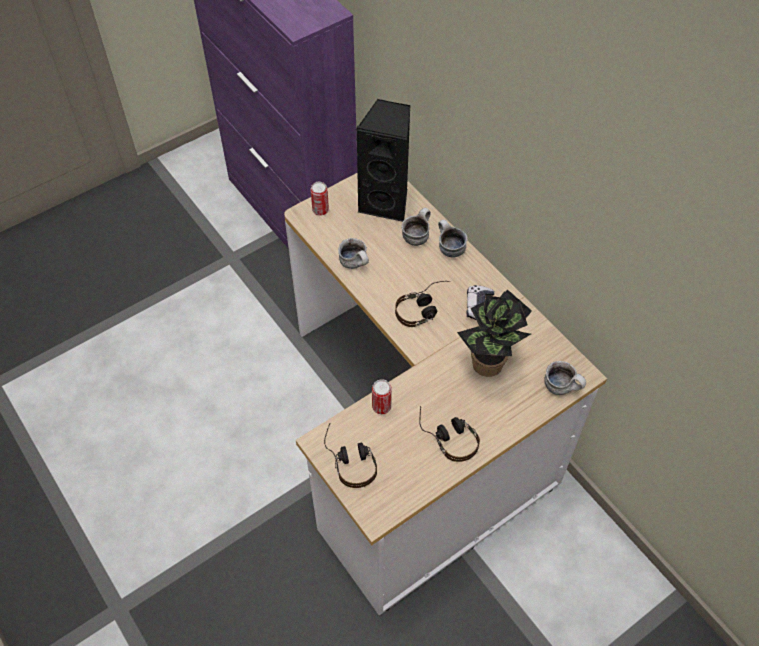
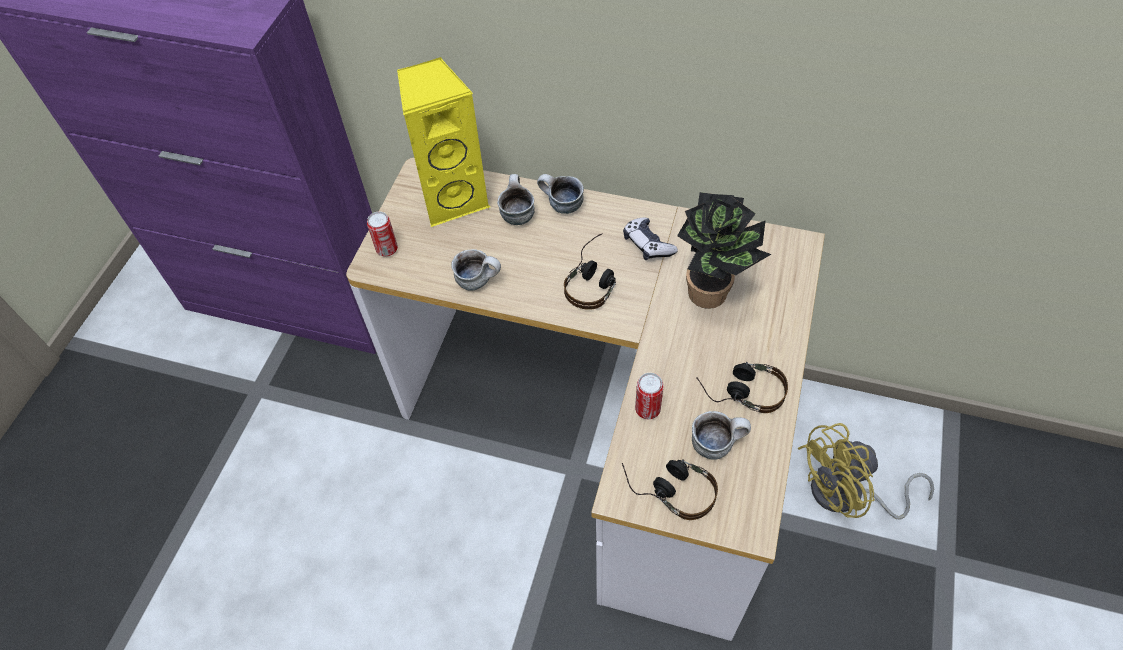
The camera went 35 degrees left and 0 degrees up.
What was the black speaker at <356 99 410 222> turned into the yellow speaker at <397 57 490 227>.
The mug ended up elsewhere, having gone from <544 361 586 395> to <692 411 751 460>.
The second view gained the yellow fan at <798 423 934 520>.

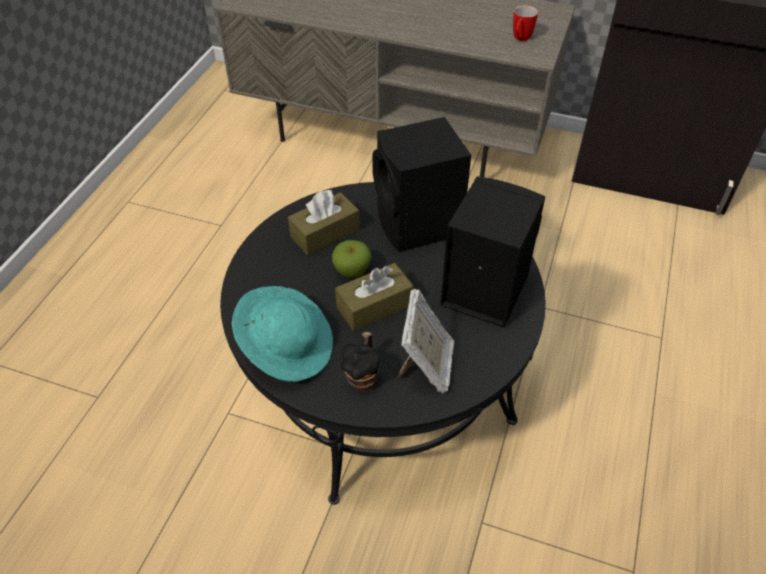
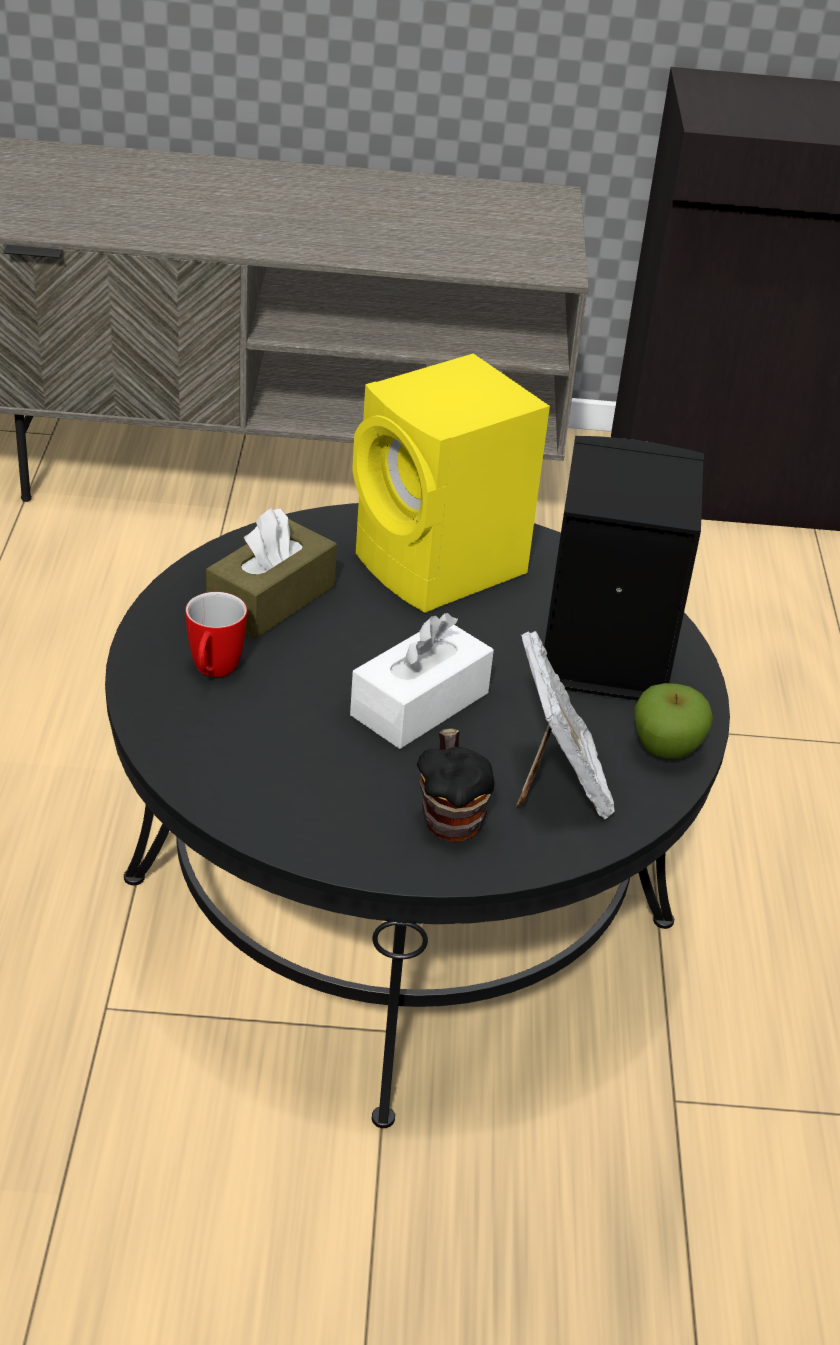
The camera went 20 degrees left and 10 degrees down.
The second view lost the turquoise hat at <232 286 333 381>.
The apple ended up elsewhere, having gone from <332 240 372 278> to <634 683 713 759>.
What was the brown tissue box at <335 263 414 331> turned into the white tissue box at <350 613 494 749>.
What was the black speaker at <372 117 471 252> turned into the yellow speaker at <352 353 550 613>.
The mug ended up elsewhere, having gone from <513 5 538 41> to <185 592 247 677>.

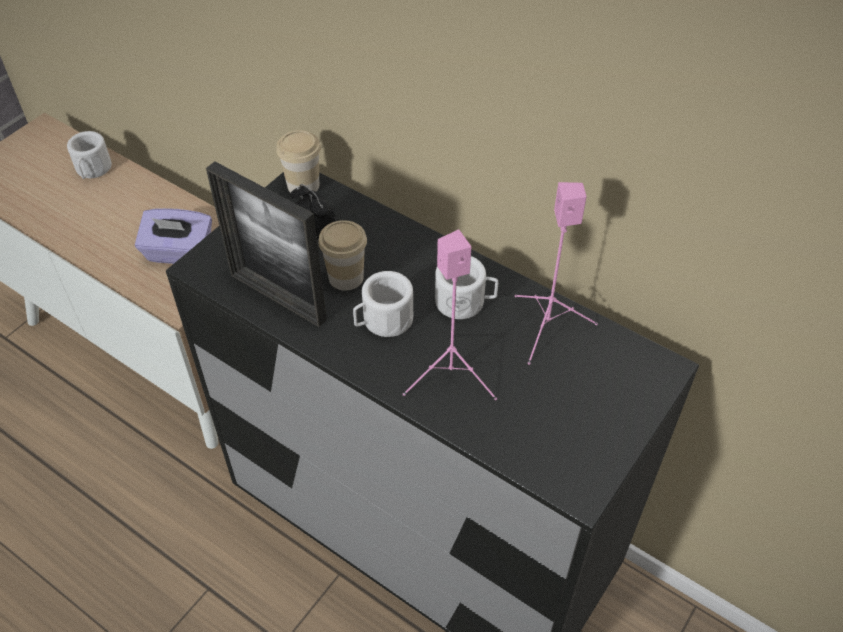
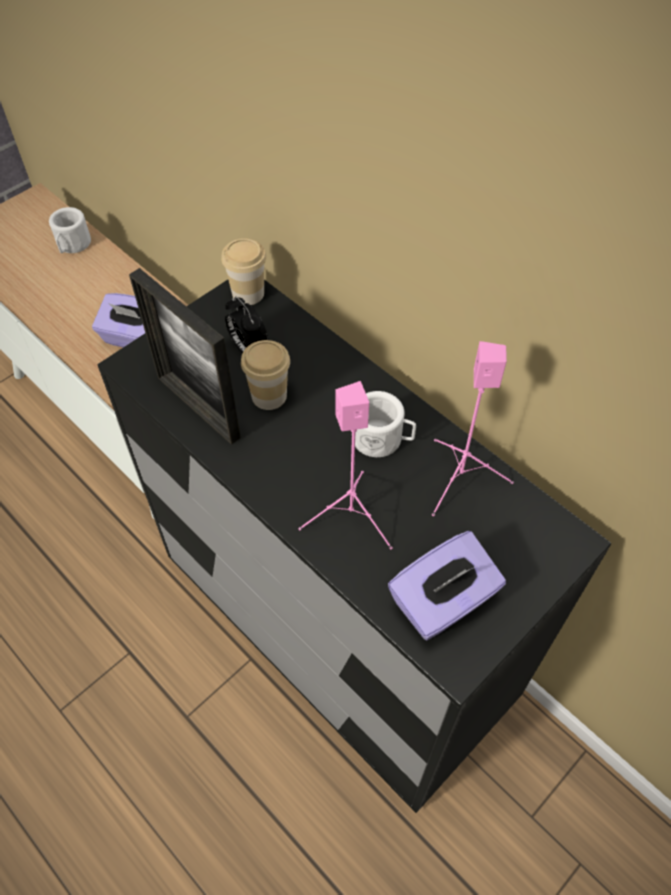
The camera went 10 degrees right and 5 degrees up.
The second view lost the white mug at <353 271 413 337>.
The second view gained the purple tissue box at <388 531 506 640>.

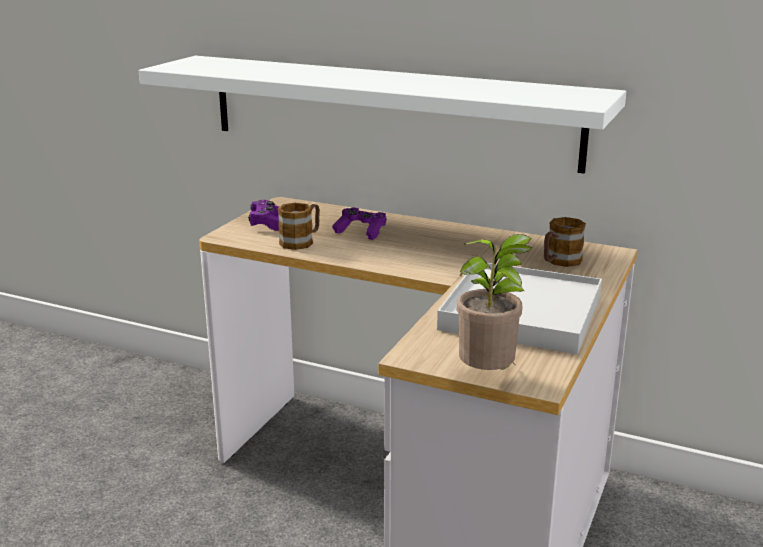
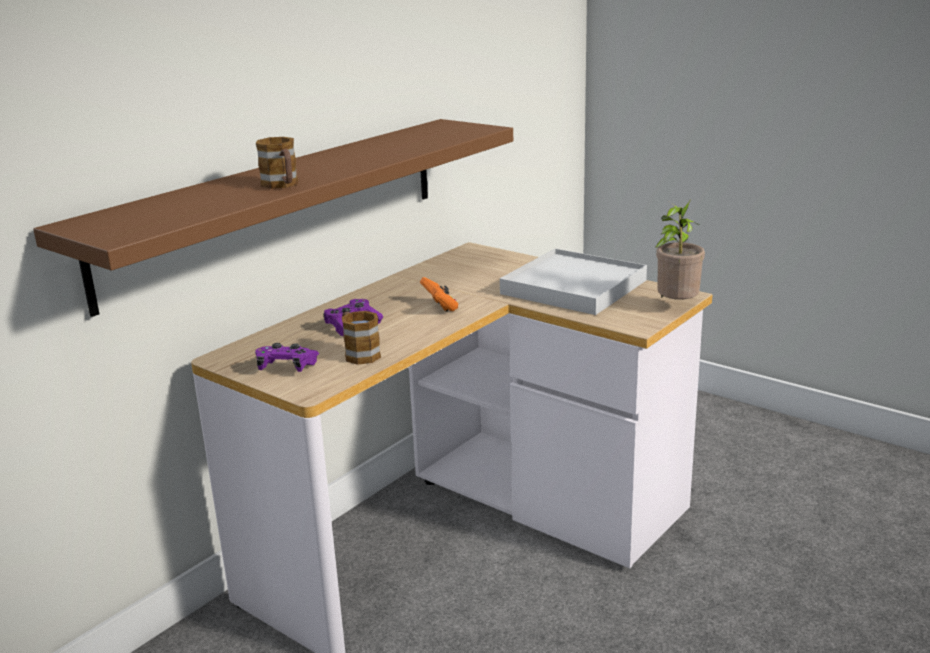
The camera went 75 degrees left and 0 degrees up.
What was the white shelf at <139 56 627 174> turned into the brown shelf at <33 119 513 317>.
The mug ended up elsewhere, having gone from <544 217 586 267> to <256 137 298 189>.
The second view gained the orange game controller at <420 277 458 312>.

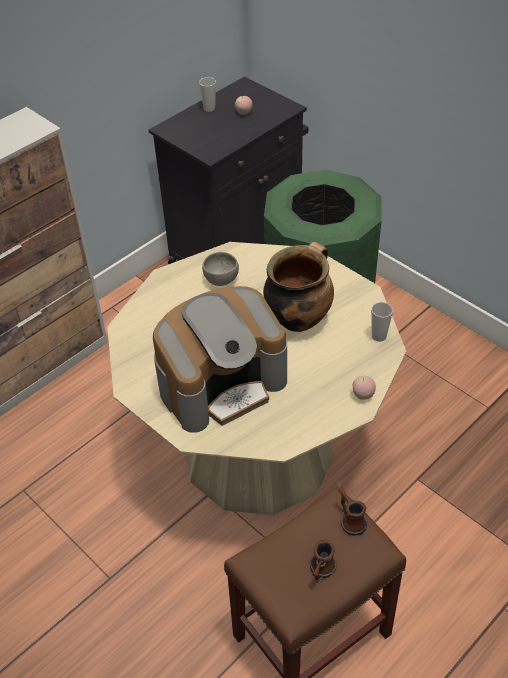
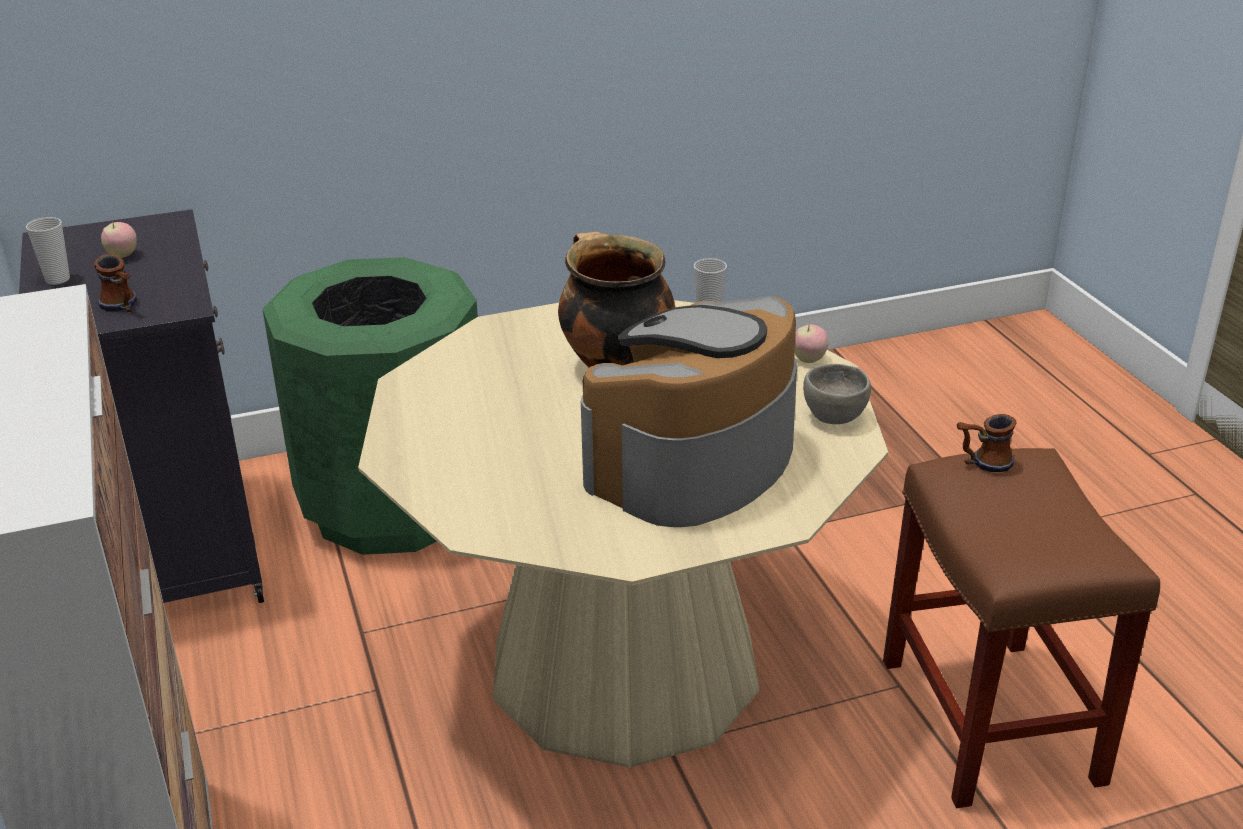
The camera went 65 degrees left and 15 degrees down.
The coffee machine at <153 286 287 433> ended up facing another way, 135 degrees counterclockwise from before.
The grey bowl ended up elsewhere, having gone from <202 252 239 286> to <803 364 871 424>.
The mug ended up elsewhere, having gone from <310 540 336 583> to <93 254 137 312>.

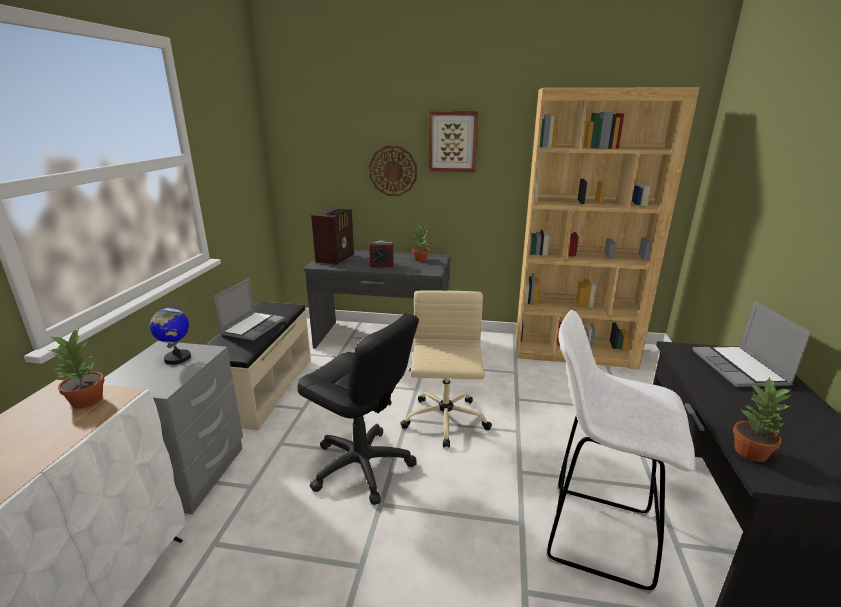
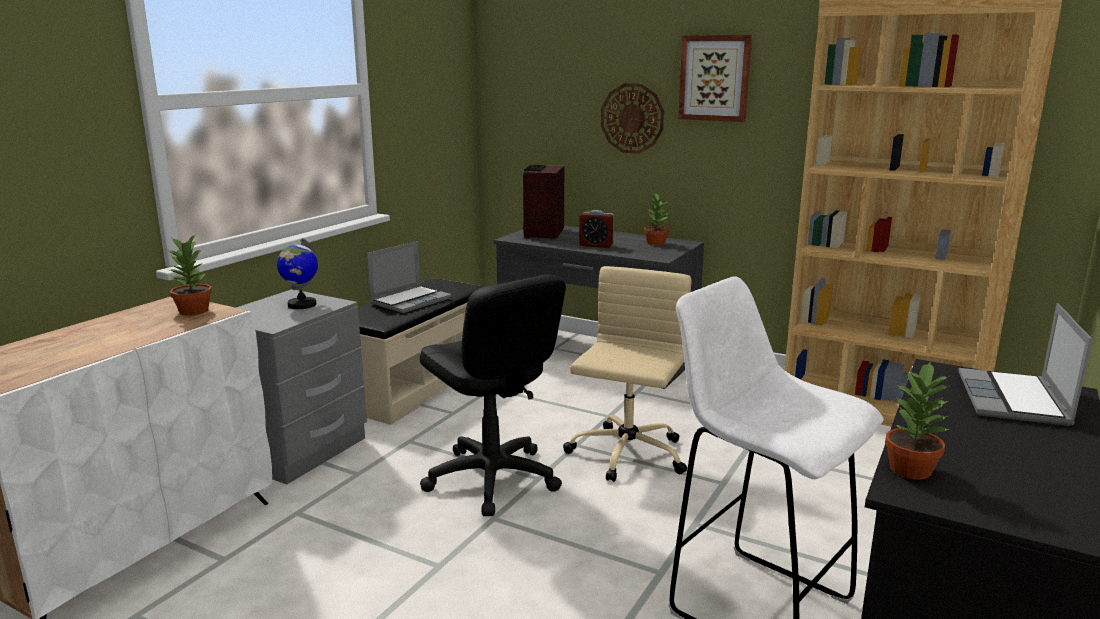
The camera went 20 degrees right and 5 degrees down.
The radio at <311 208 354 265> ended up facing another way, 150 degrees clockwise from before.

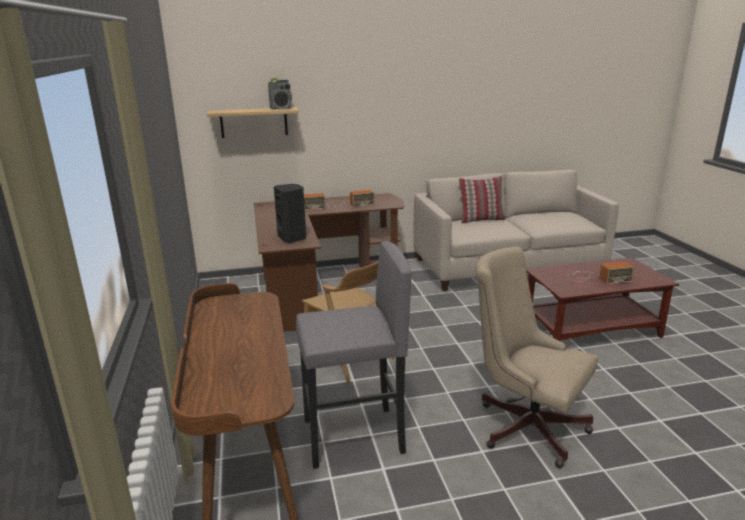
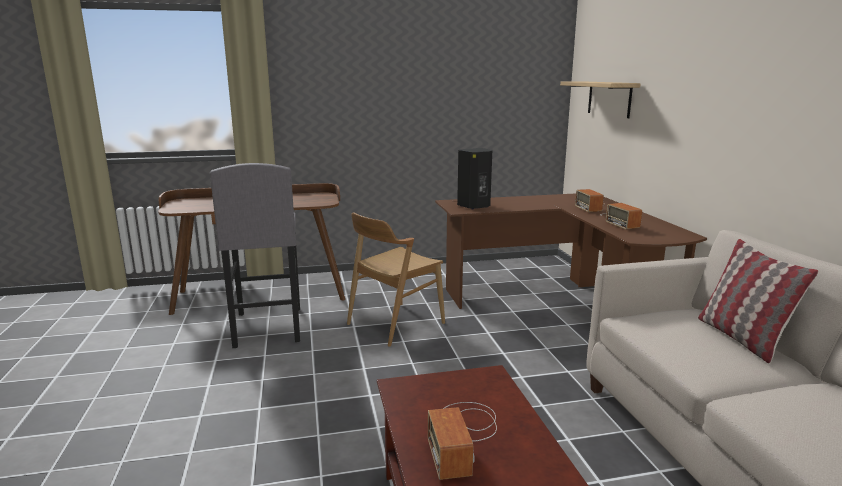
The camera went 90 degrees right and 5 degrees down.
The second view lost the radio at <268 78 292 110>.
The second view lost the beige office chair at <475 246 599 468>.

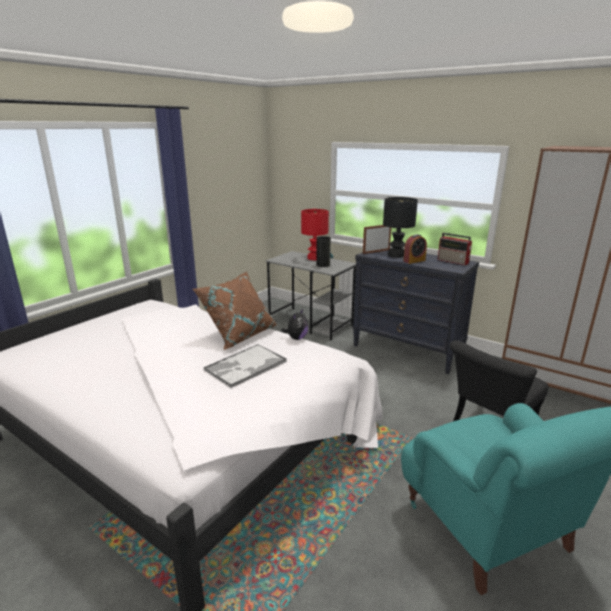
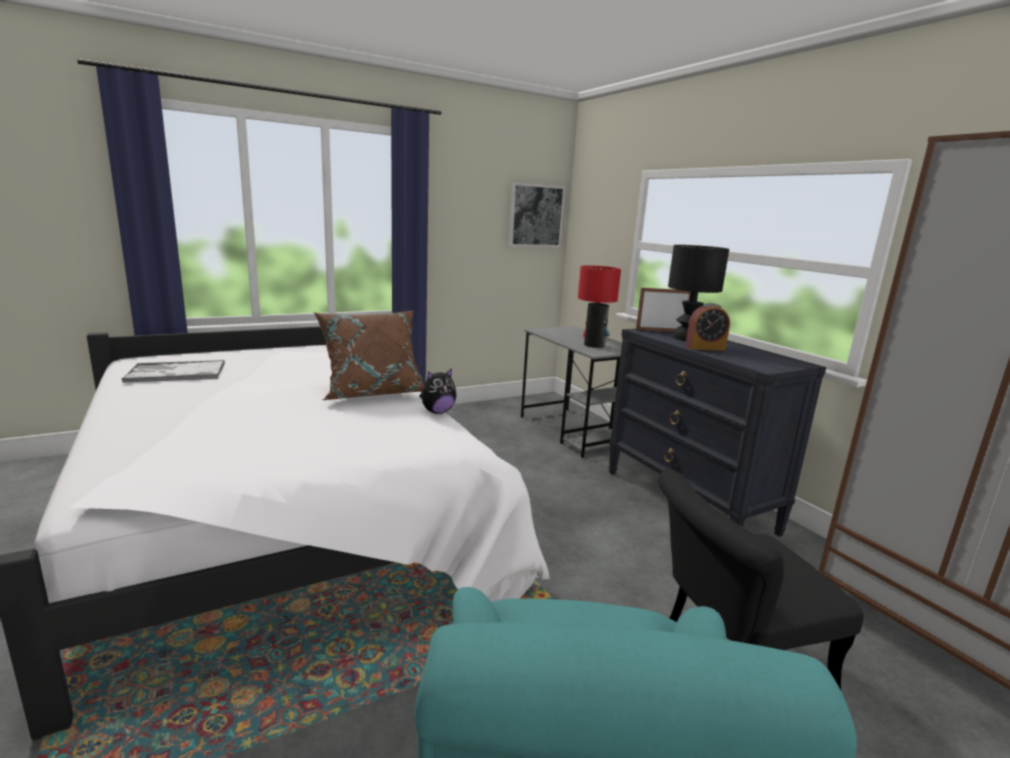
The camera went 25 degrees right and 5 degrees down.
The tray ended up elsewhere, having gone from <204 344 287 388> to <122 360 225 383>.
The second view lost the radio at <438 233 472 265>.
The second view gained the picture at <509 183 565 247>.

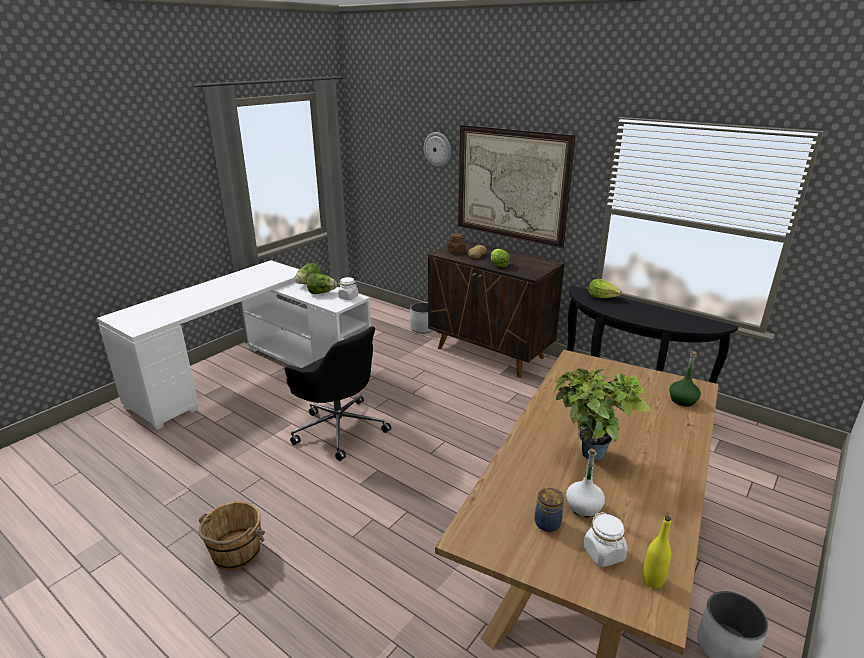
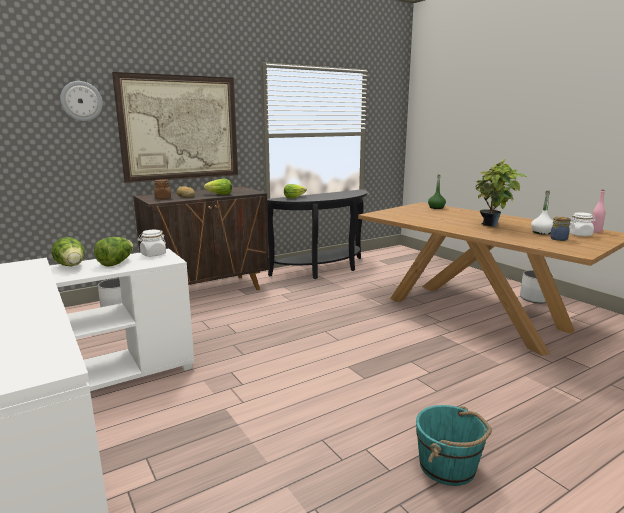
The camera went 70 degrees left and 10 degrees down.
What was the brown bucket at <199 501 265 570> turned into the turquoise bucket at <416 405 492 486>.
The second view lost the black office chair at <285 326 391 461>.
What was the yellow bottle at <642 516 671 588> turned into the pink bottle at <591 190 605 233>.

